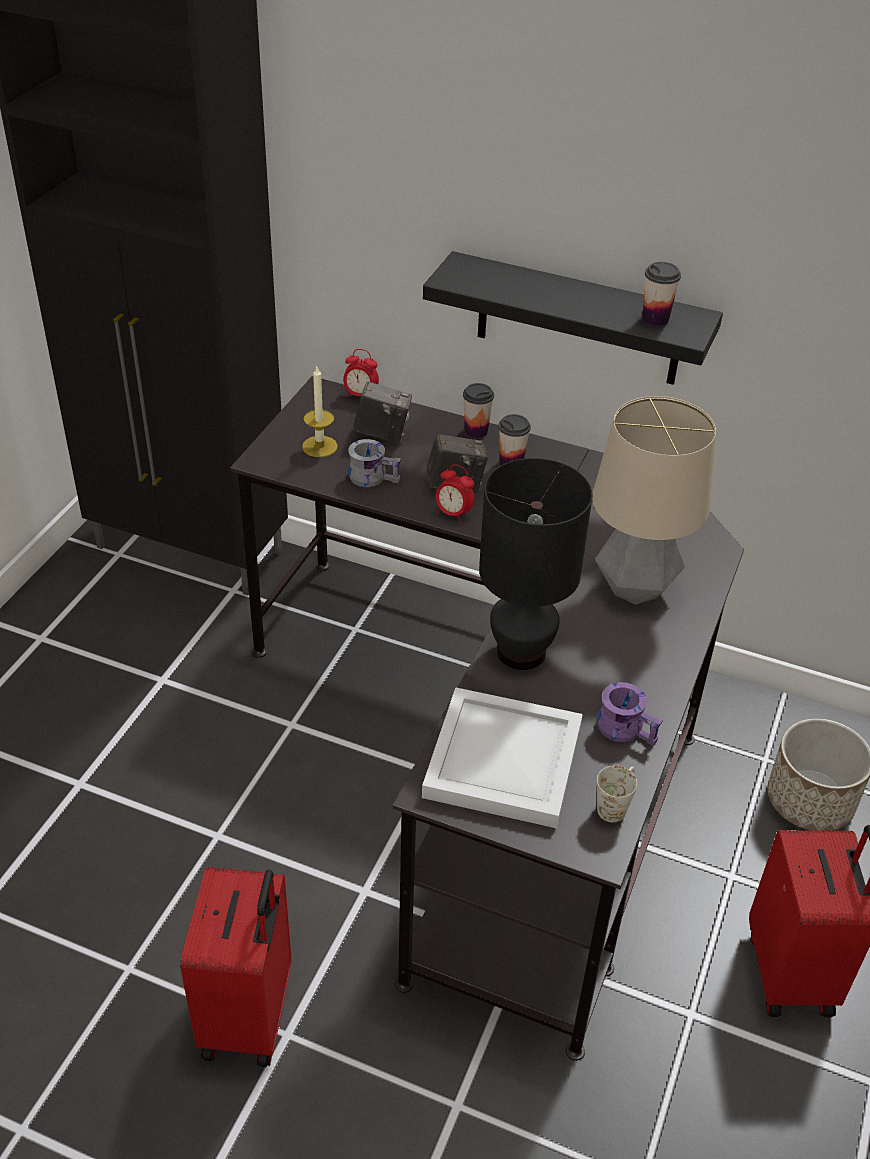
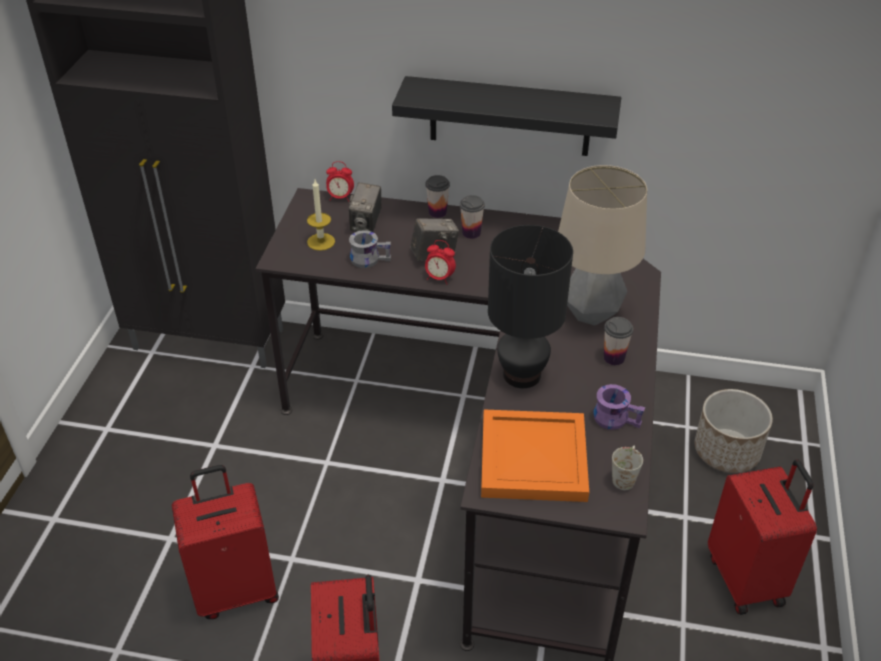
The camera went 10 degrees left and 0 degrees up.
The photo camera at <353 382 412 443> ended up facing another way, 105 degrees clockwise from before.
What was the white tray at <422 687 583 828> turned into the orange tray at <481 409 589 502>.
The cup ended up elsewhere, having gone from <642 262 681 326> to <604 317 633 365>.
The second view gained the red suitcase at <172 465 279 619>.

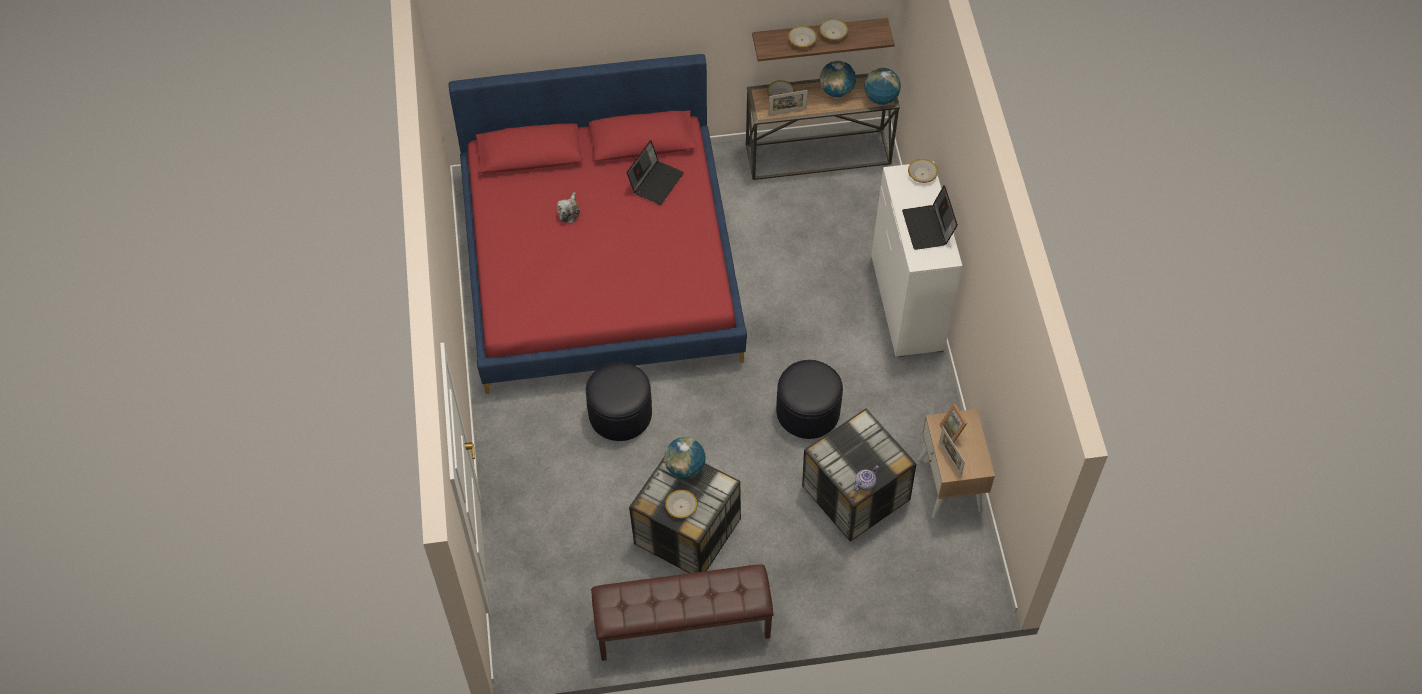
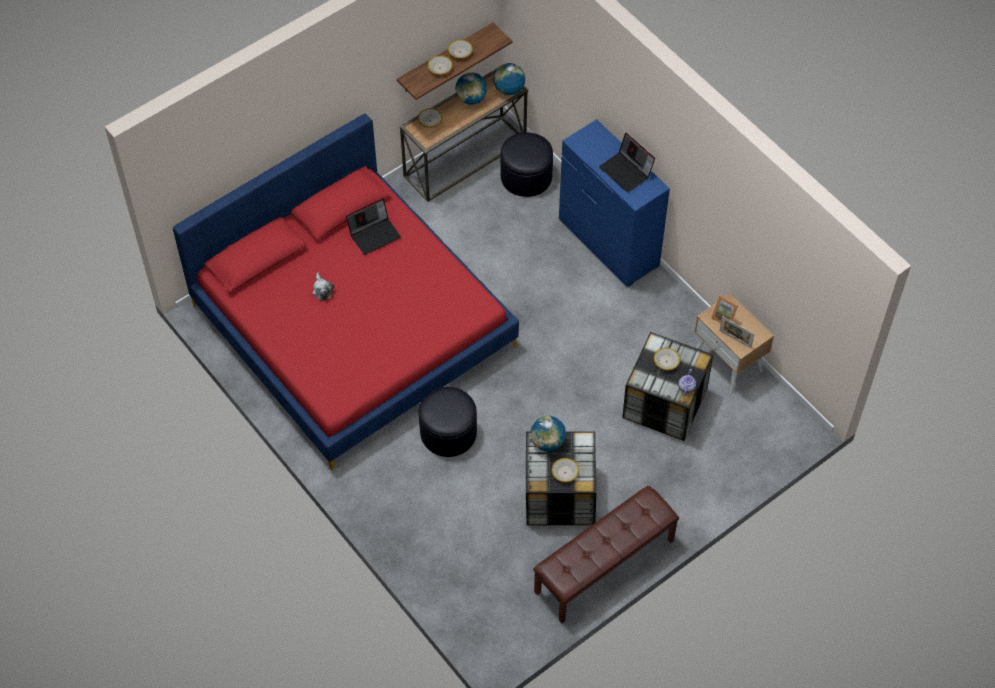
The camera went 30 degrees left and 0 degrees up.
The laptop at <627 140 684 205> ended up facing another way, 60 degrees clockwise from before.
The second view lost the picture frame at <768 90 808 115>.
The black ottoman ended up elsewhere, having gone from <776 360 843 439> to <500 132 553 197>.
What was the white dresser at <871 161 962 357> turned into the blue dresser at <559 119 670 287>.
The bowl ended up elsewhere, having gone from <908 159 938 183> to <654 348 680 370>.

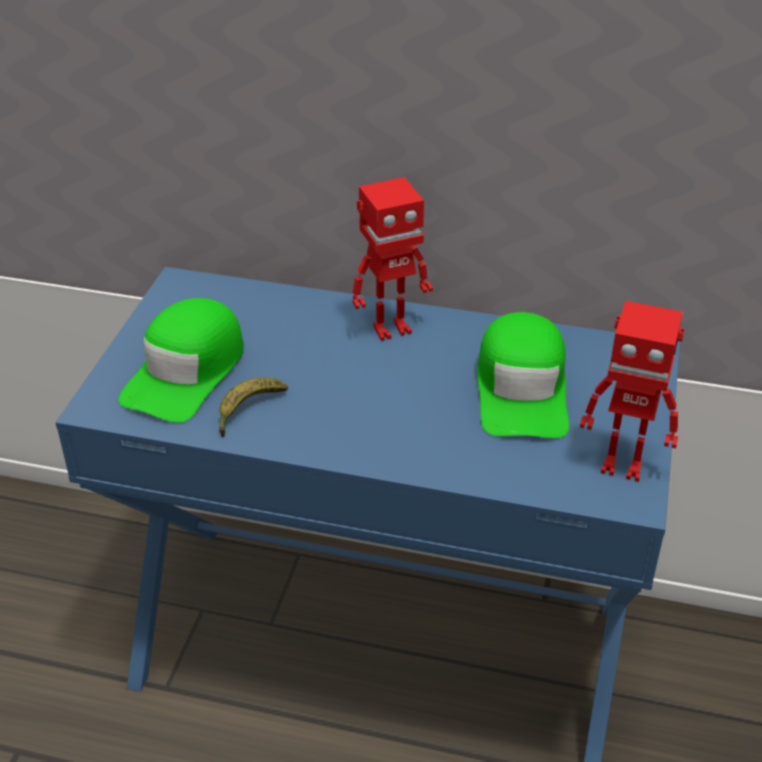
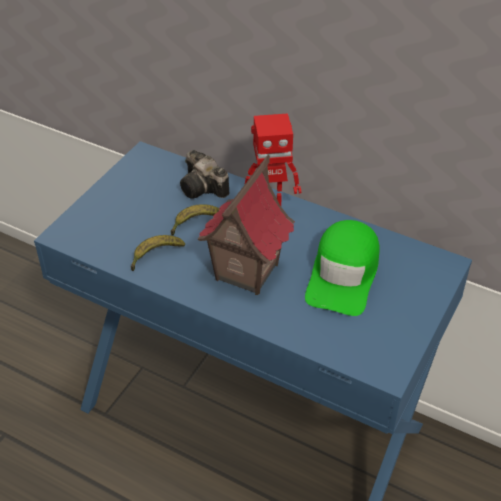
The camera went 15 degrees right and 5 degrees up.
The second view lost the green cap at <118 298 244 423>.
The second view lost the toy robot at <580 301 684 482>.
The second view gained the banana at <171 204 219 235>.
The second view gained the photo camera at <180 150 229 199>.
The second view gained the toy house at <198 154 295 295>.

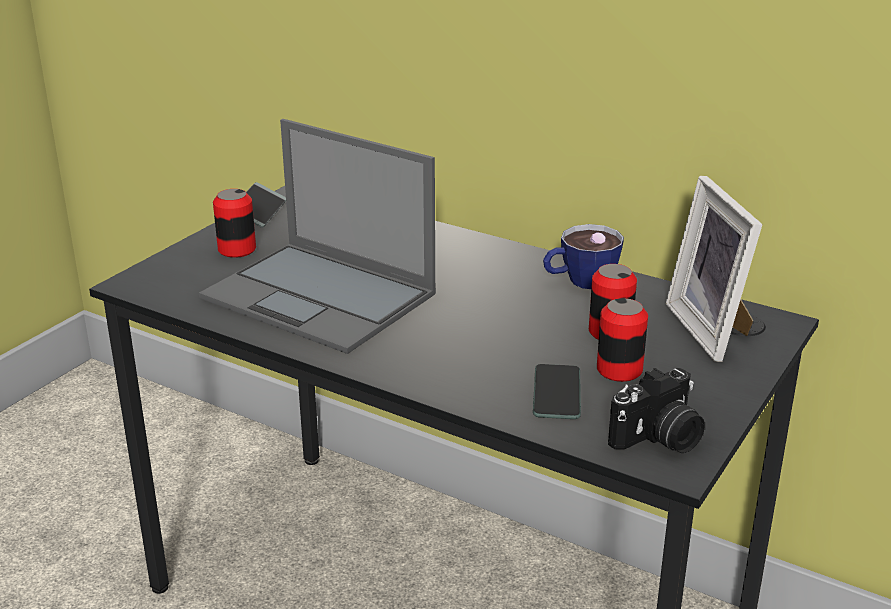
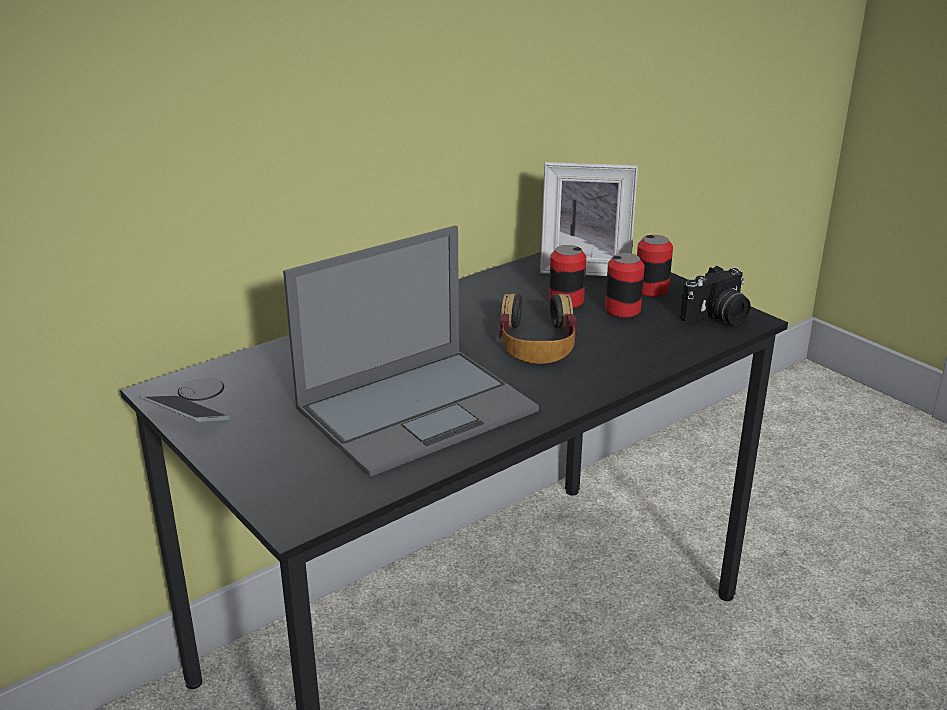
The camera went 70 degrees left and 0 degrees up.
The can ended up elsewhere, having gone from <213 189 256 258> to <637 235 673 297>.
The second view lost the phone at <533 364 581 419>.
The second view lost the cup at <543 224 624 289>.
The photo camera at <608 368 705 453> ended up facing another way, 75 degrees clockwise from before.
The second view gained the headphones at <500 294 578 364>.

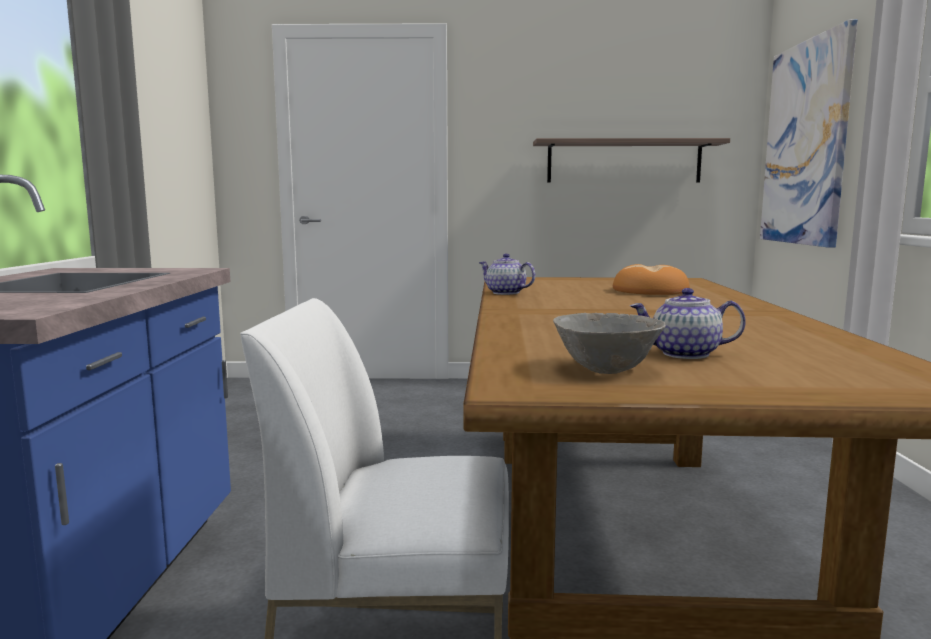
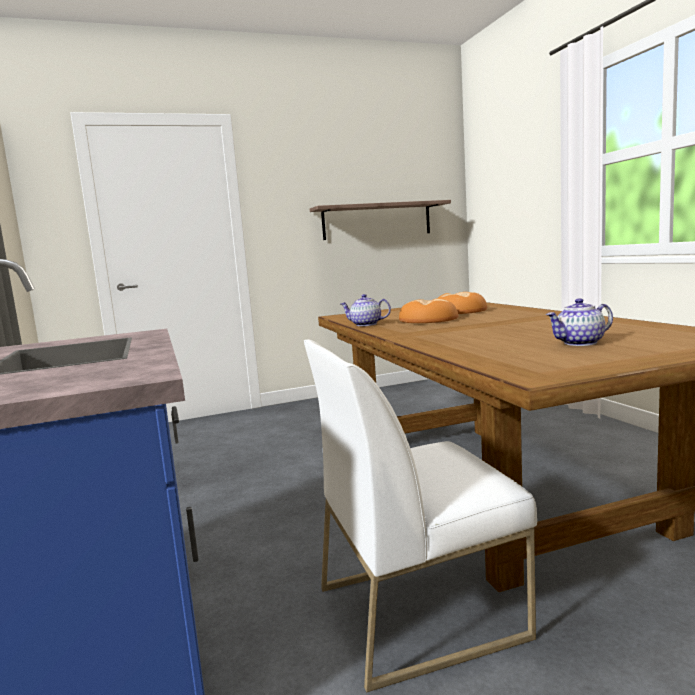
The camera went 20 degrees left and 0 degrees up.
The second view lost the grey bowl at <553 313 666 374>.
The second view lost the picture at <760 19 858 248>.
The second view gained the bread at <399 298 458 323>.

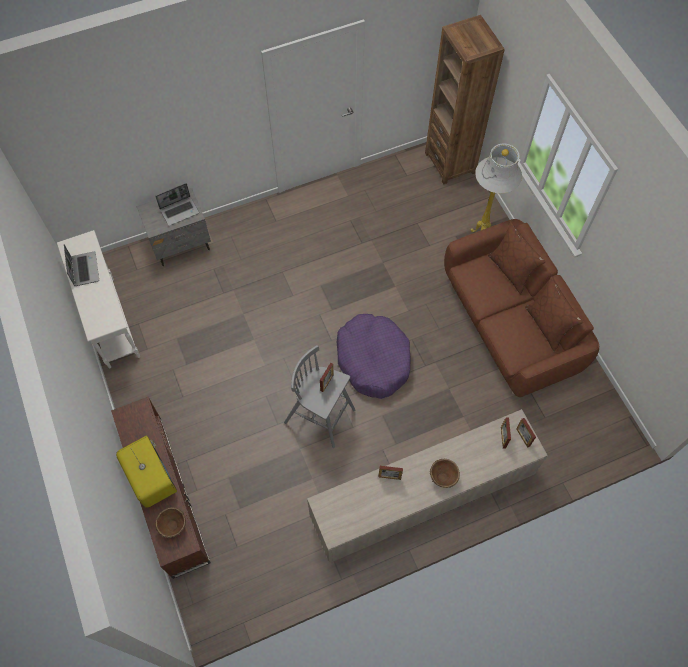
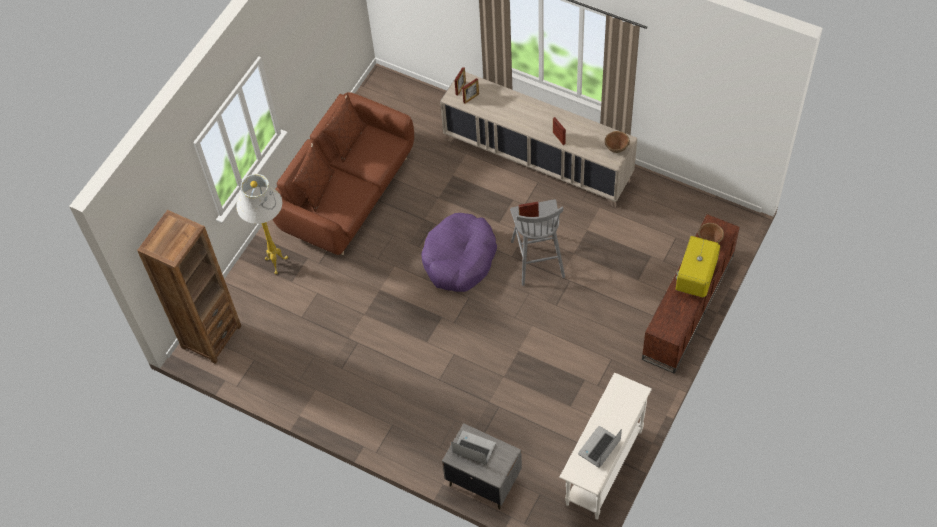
The camera went 125 degrees left and 5 degrees down.
The brown bowl ended up elsewhere, having gone from <430 459 460 488> to <605 131 630 153>.

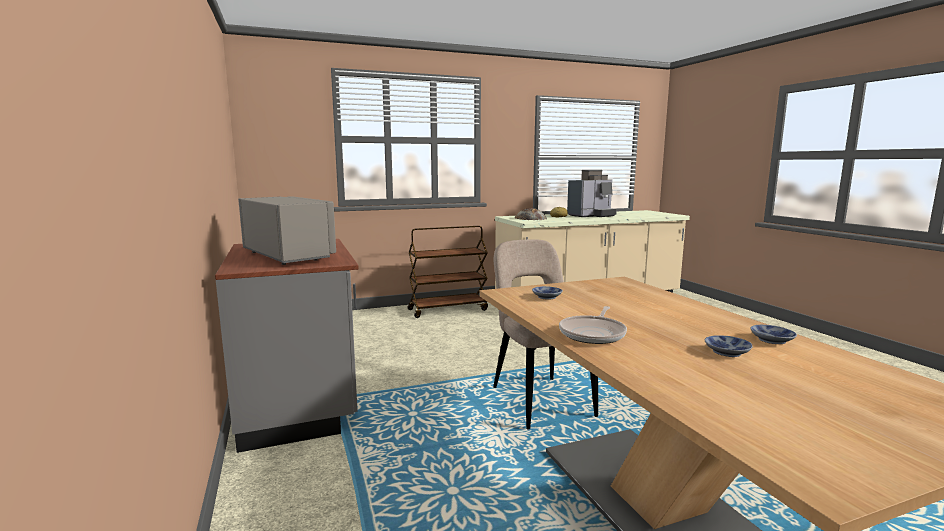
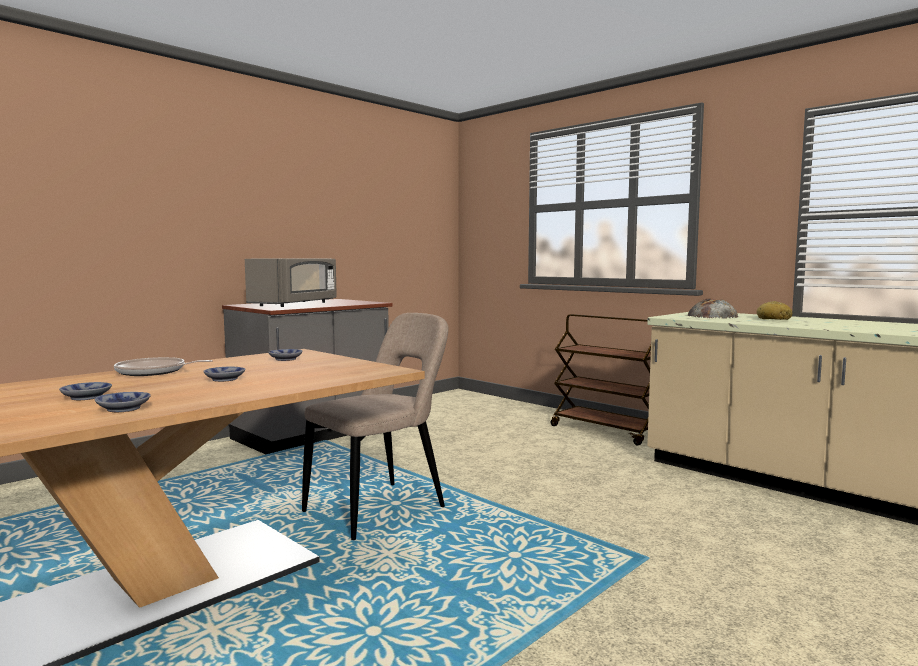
The camera went 65 degrees right and 5 degrees down.
The second view lost the coffee machine at <567 170 617 217>.
The second view gained the bowl at <203 366 245 382>.

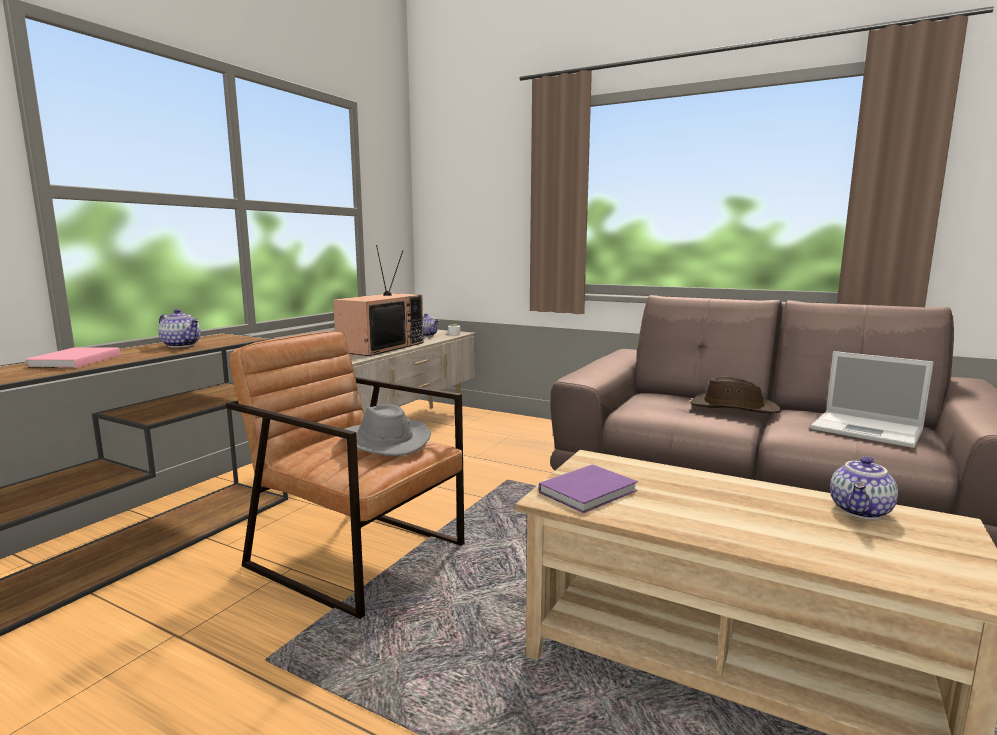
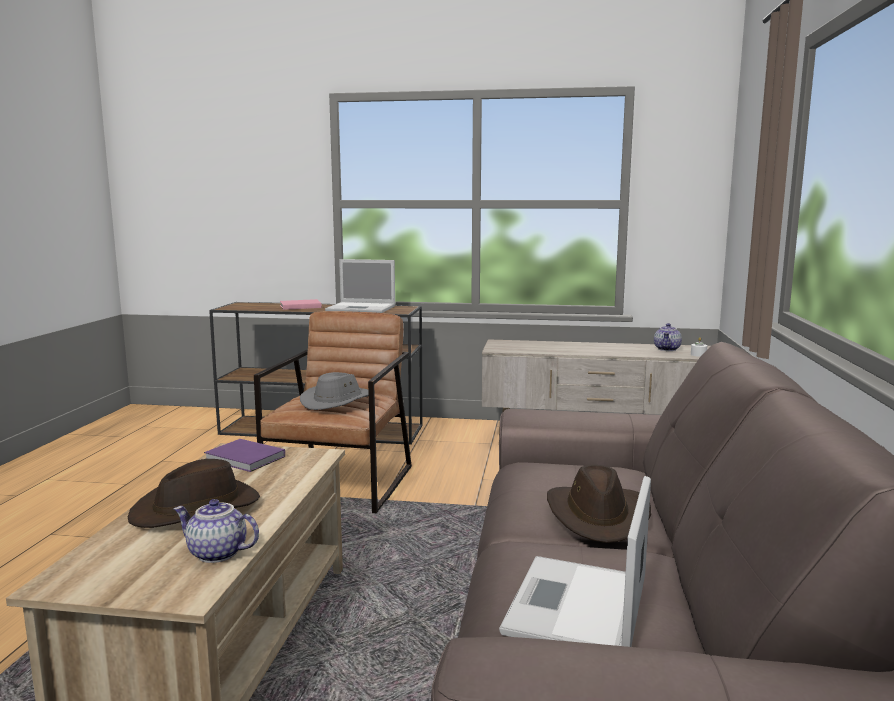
The camera went 70 degrees right and 0 degrees up.
Where the teapot stood at <158 309 201 348>, the laptop came to stand at <325 259 395 313>.
The second view lost the television at <333 245 424 356>.
The second view gained the brown hat at <128 459 260 528>.

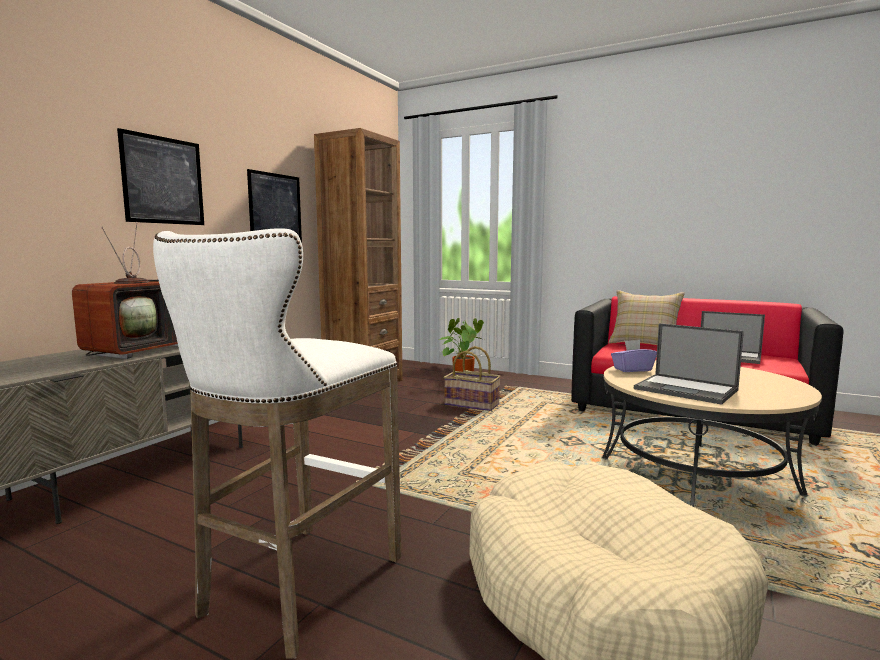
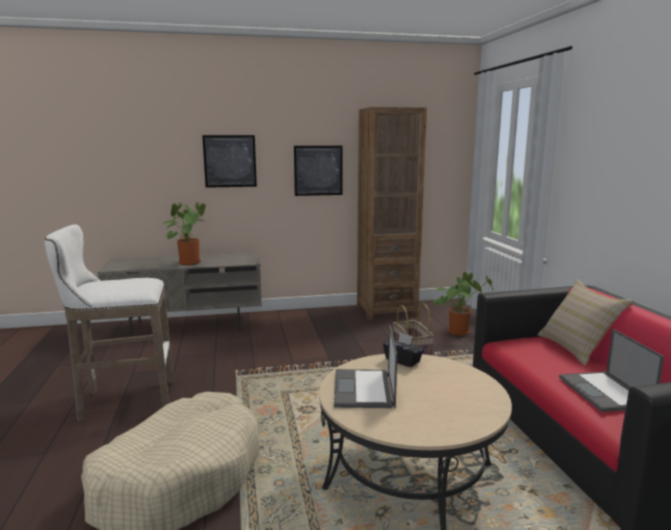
The camera went 50 degrees right and 5 degrees up.
Where the television stood at <72 222 178 359>, the potted plant came to stand at <162 202 206 265>.
What was the purple tissue box at <611 340 657 372> turned into the black tissue box at <383 333 424 367>.

